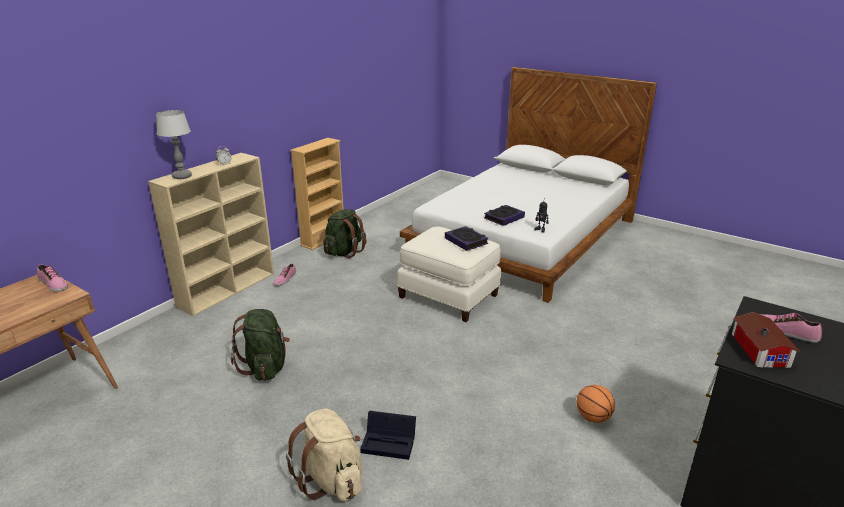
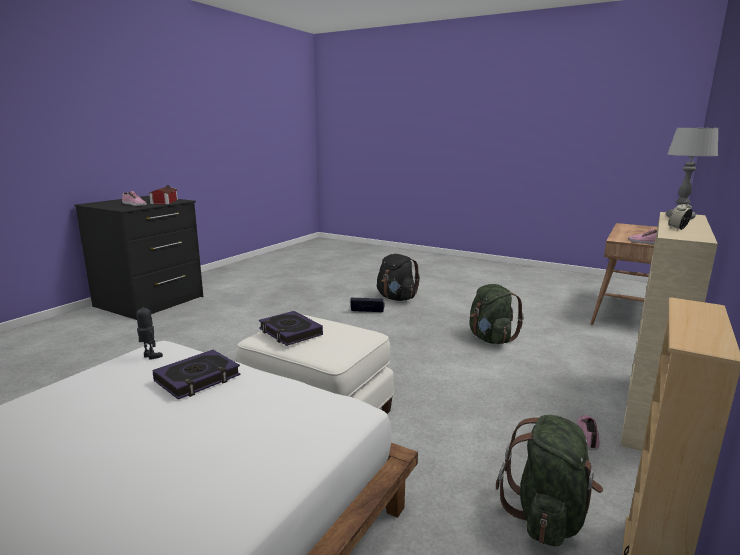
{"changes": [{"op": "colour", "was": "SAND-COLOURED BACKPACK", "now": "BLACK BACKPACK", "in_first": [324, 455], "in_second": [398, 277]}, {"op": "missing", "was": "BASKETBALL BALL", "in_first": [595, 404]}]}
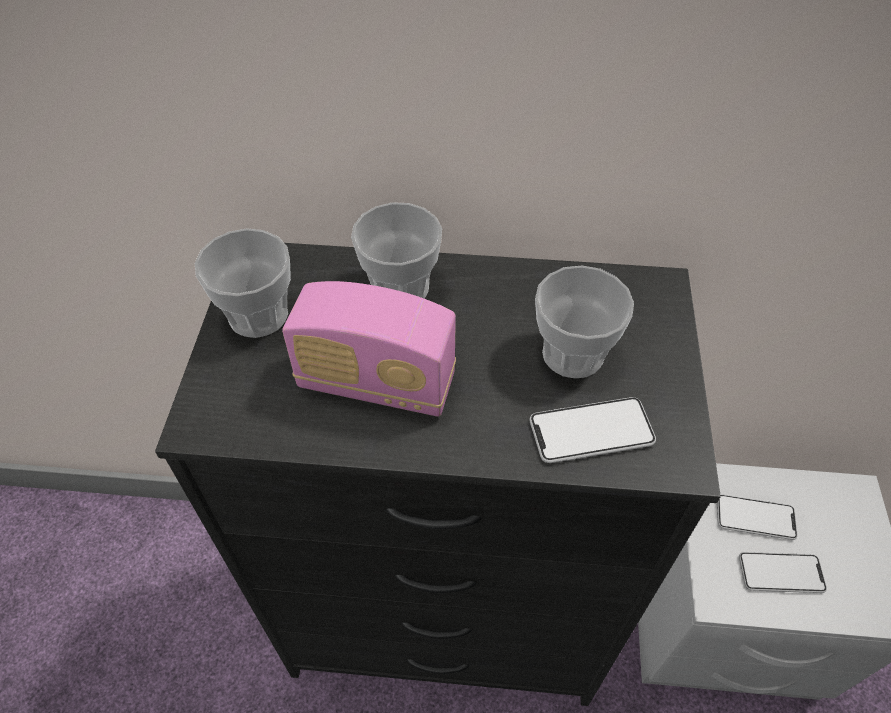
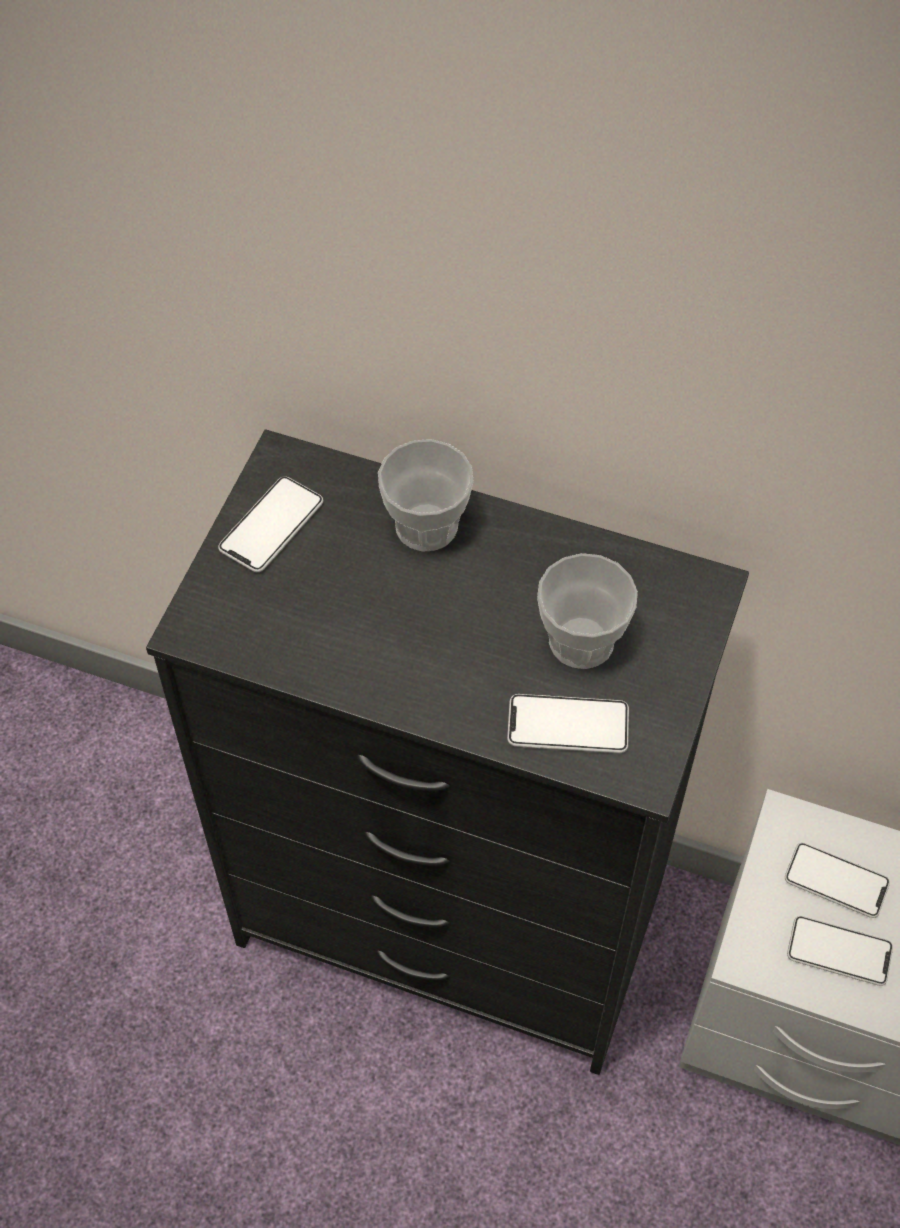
{"changes": [{"op": "exchanged", "was": "SMALL CUP", "now": "TELEPHONE", "in_first": [243, 283], "in_second": [270, 524]}, {"op": "missing", "was": "RADIO", "in_first": [369, 349]}]}
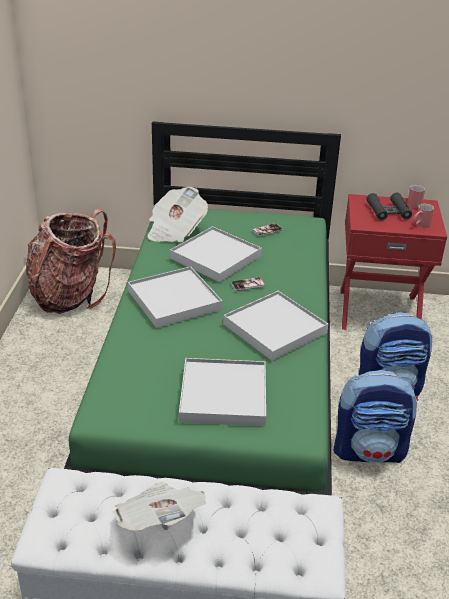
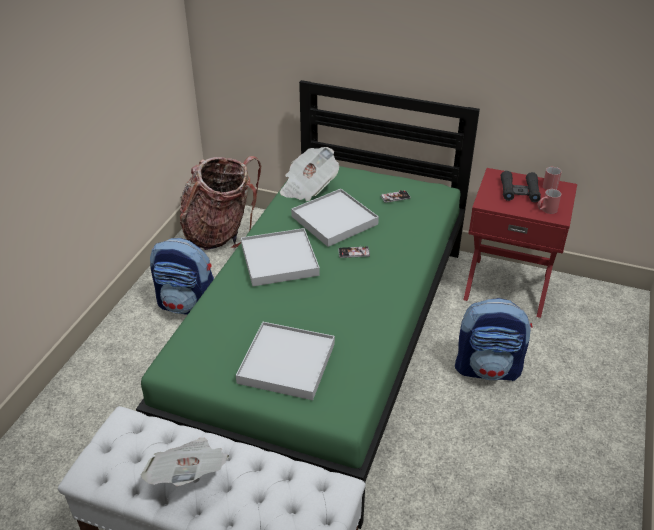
{"changes": [{"op": "relocated", "was": "BACKPACK", "in_first": [375, 416], "in_second": [182, 276]}, {"op": "missing", "was": "WHITE-COLOURED TRAY", "in_first": [275, 326]}]}
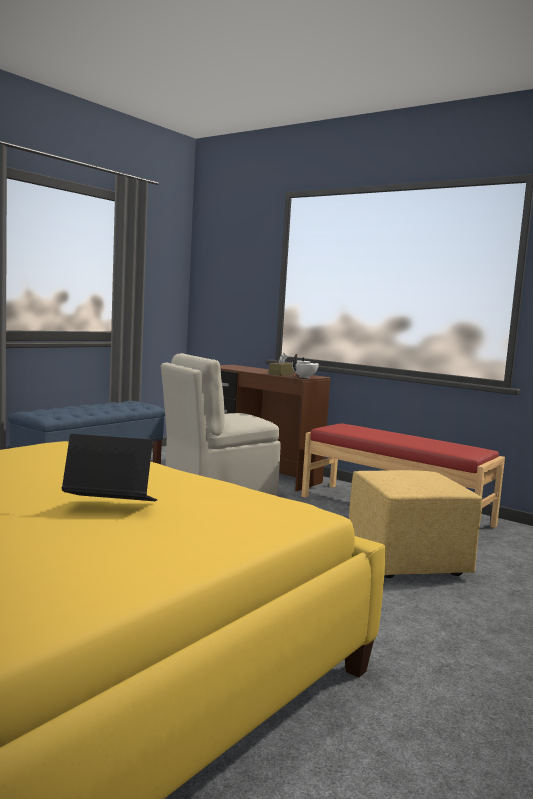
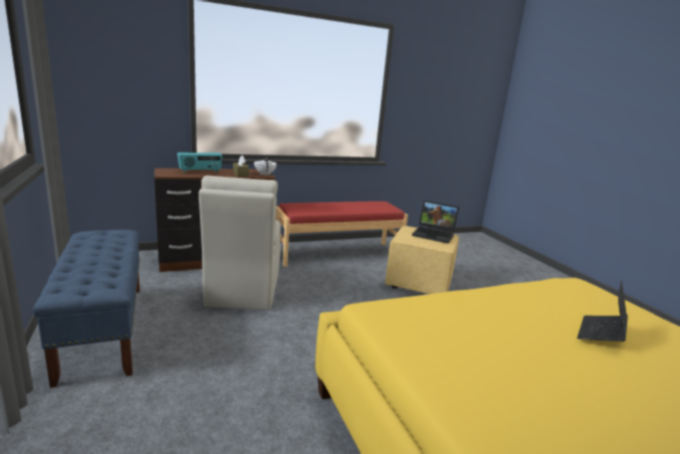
{"changes": [{"op": "appeared", "now": "RADIO", "in_second": [199, 163]}, {"op": "appeared", "now": "NOTEBOOK COMPUTER", "in_second": [435, 222]}]}
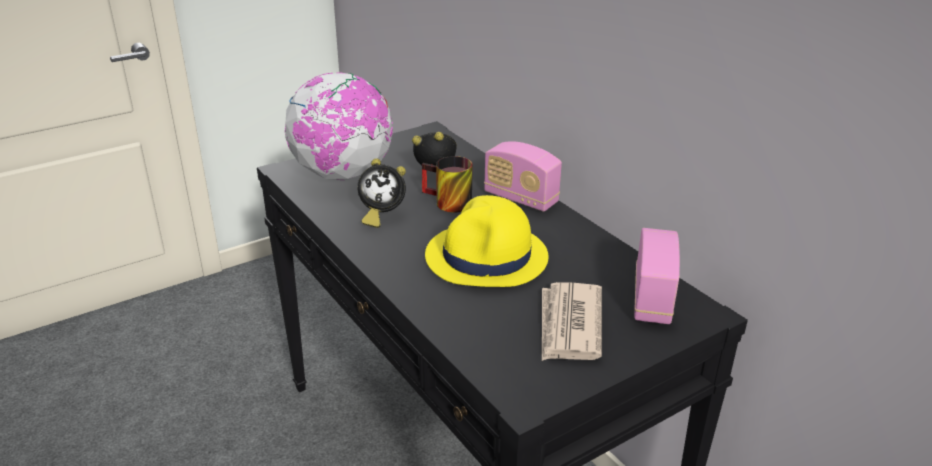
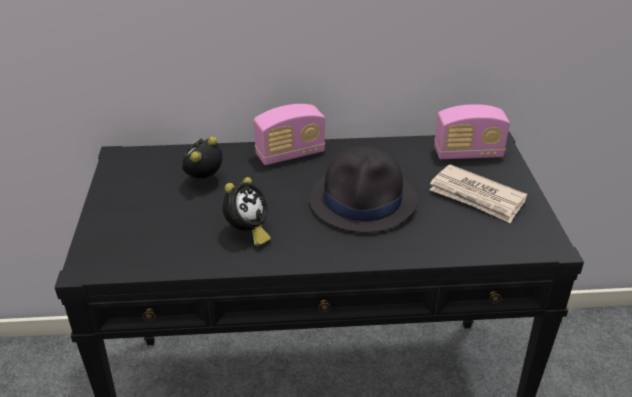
{"changes": [{"op": "colour", "was": "YELLOWISH WEARABLE HAT", "now": "BLACK WEARABLE HAT", "in_first": [487, 241], "in_second": [363, 189]}, {"op": "spun", "was": "RADIO", "in_first": [657, 276], "in_second": [472, 131], "clockwise": 135}, {"op": "missing", "was": "DESK GLOBE", "in_first": [339, 126]}, {"op": "missing", "was": "MUG", "in_first": [447, 184]}]}
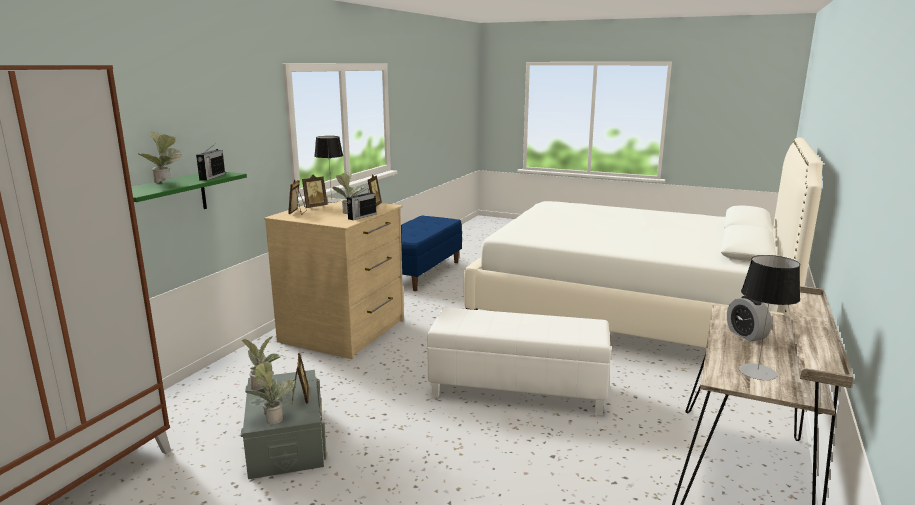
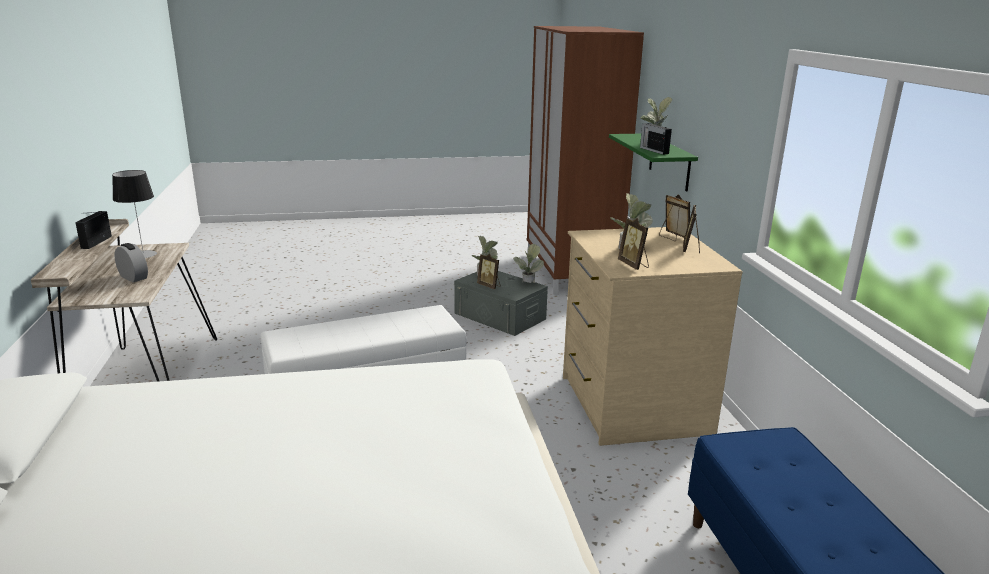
{"changes": [{"op": "relocated", "was": "RADIO", "in_first": [361, 203], "in_second": [93, 230]}, {"op": "missing", "was": "LAMP FOR A TABLE", "in_first": [328, 169]}]}
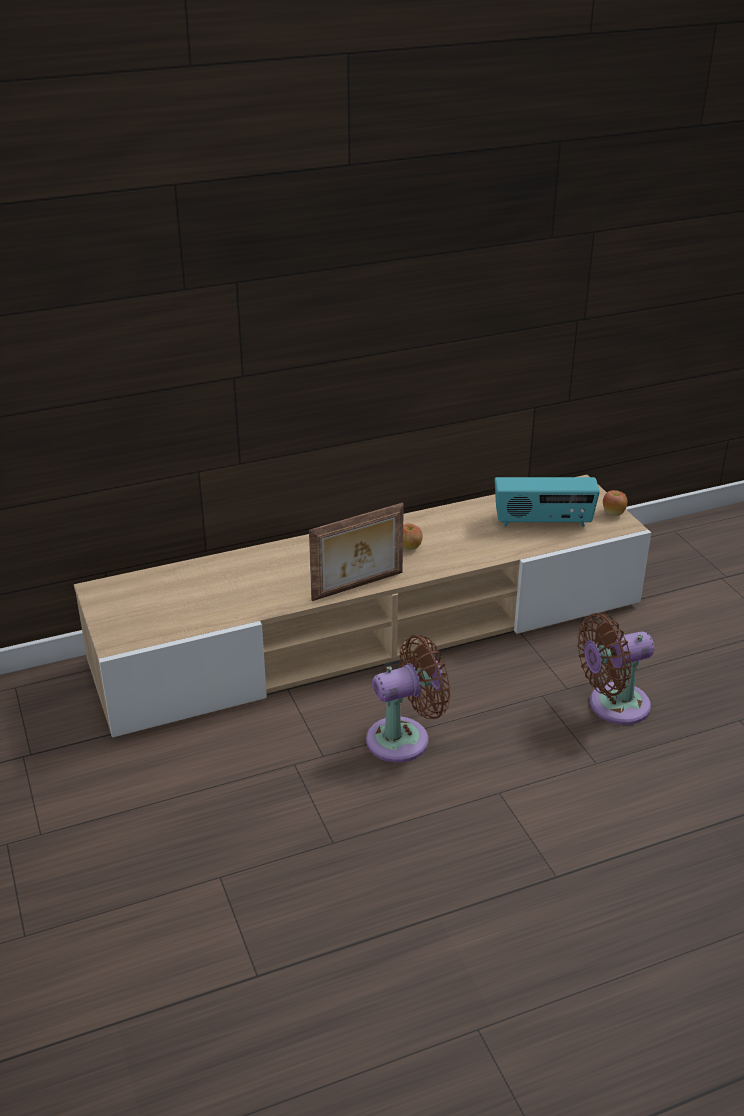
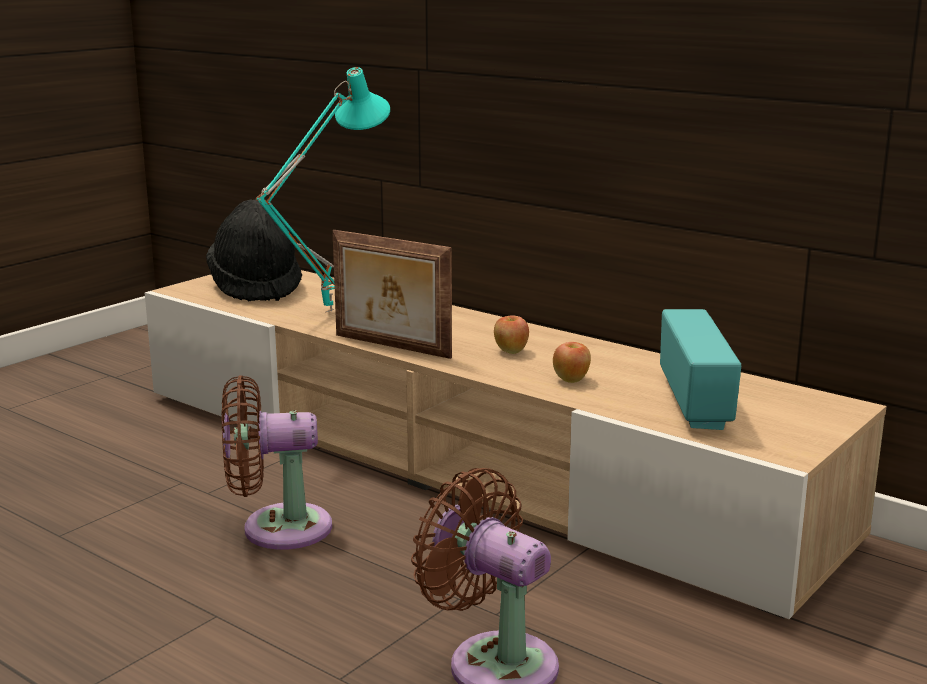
{"changes": [{"op": "appeared", "now": "BLACK WEARABLE HAT", "in_second": [254, 250]}, {"op": "spun", "was": "BROWN-COLOURED ELECTRIC FAN", "in_first": [408, 698], "in_second": [277, 462], "clockwise": 135}, {"op": "appeared", "now": "BLUE-GREEN LAMP FOR A TABLE", "in_second": [323, 190]}, {"op": "relocated", "was": "APPLE", "in_first": [615, 503], "in_second": [572, 362]}, {"op": "spun", "was": "RADIO", "in_first": [547, 501], "in_second": [700, 369], "clockwise": -150}]}
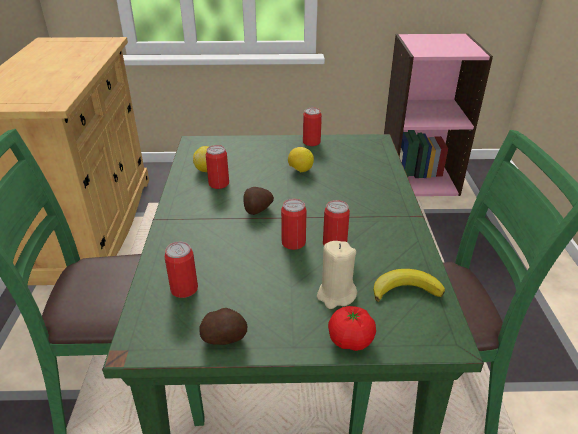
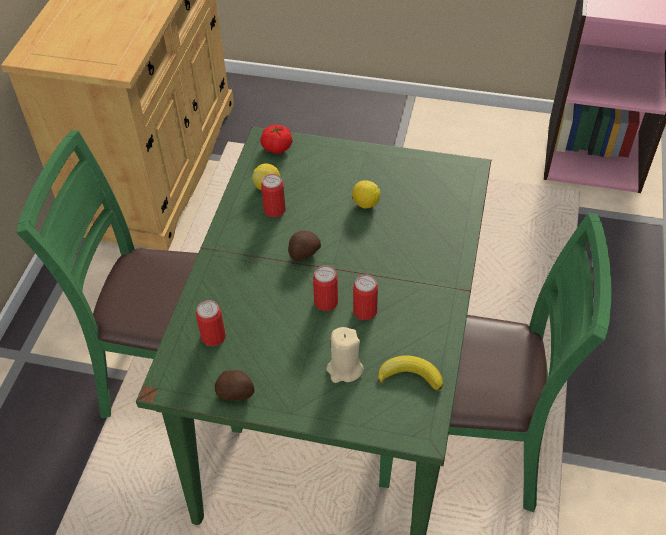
{"changes": [{"op": "relocated", "was": "FRESH TOMATO", "in_first": [352, 328], "in_second": [276, 139]}, {"op": "missing", "was": "CAN", "in_first": [312, 127]}]}
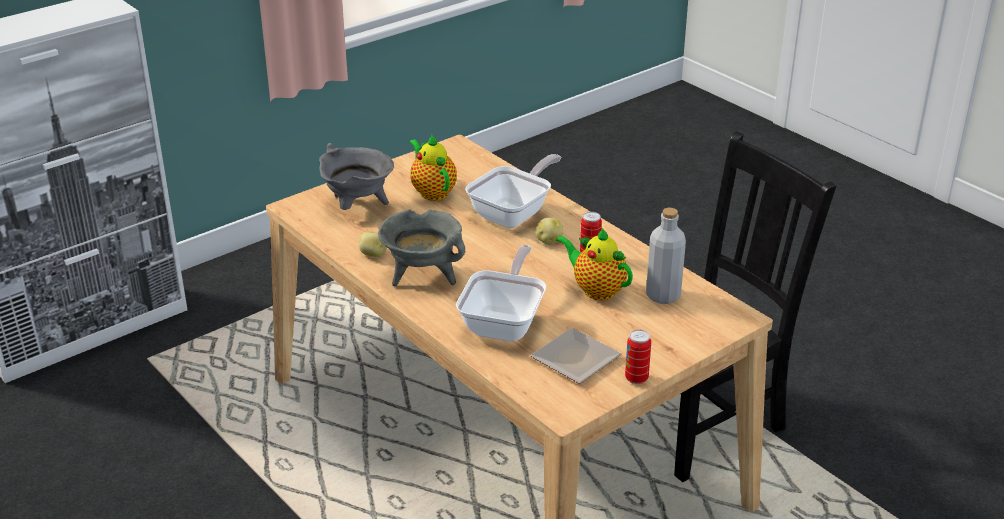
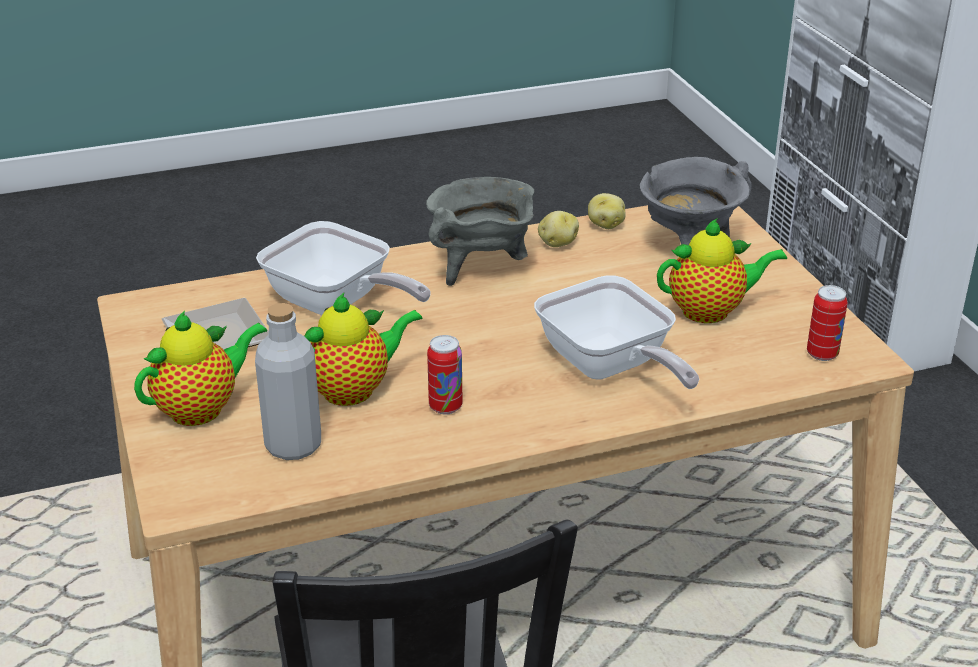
{"changes": [{"op": "appeared", "now": "TEA POT", "in_second": [200, 368]}, {"op": "relocated", "was": "SPUD", "in_first": [549, 231], "in_second": [607, 211]}, {"op": "relocated", "was": "CAN", "in_first": [638, 357], "in_second": [827, 323]}]}
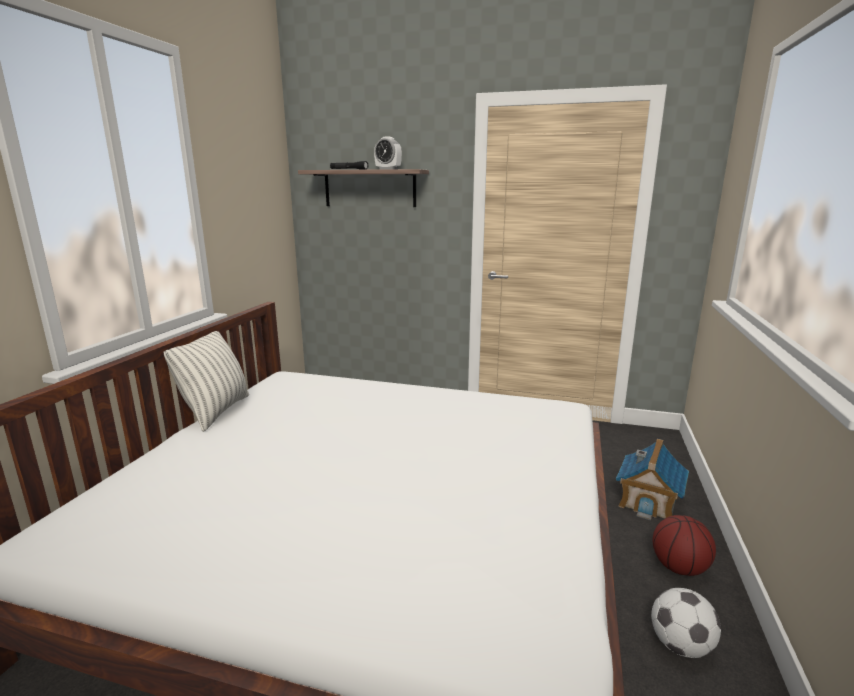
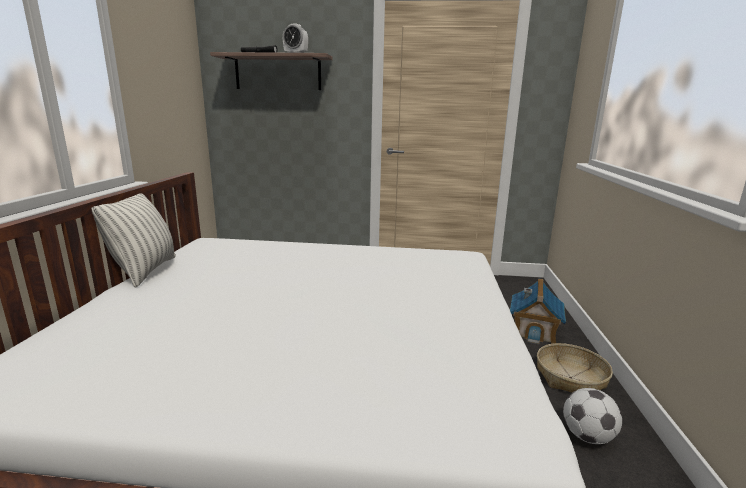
{"changes": [{"op": "exchanged", "was": "BASKETBALL BALL", "now": "BASKET", "in_first": [684, 545], "in_second": [575, 368]}]}
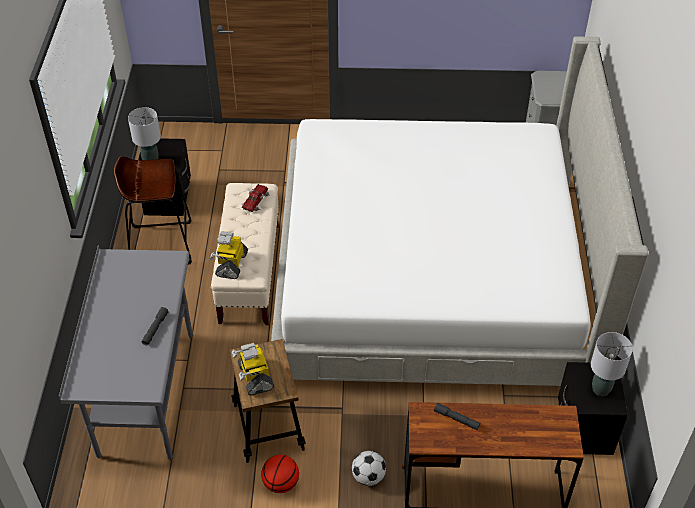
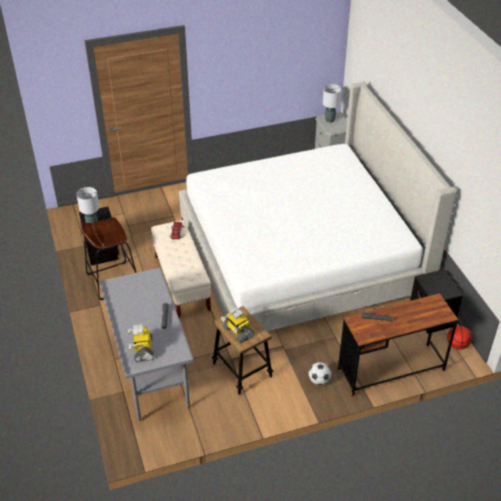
{"changes": [{"op": "relocated", "was": "MODEL ROBOT", "in_first": [229, 255], "in_second": [141, 343]}, {"op": "relocated", "was": "GREY LAMP FOR A TABLE", "in_first": [612, 364], "in_second": [332, 103]}, {"op": "relocated", "was": "BASKETBALL BALL", "in_first": [280, 474], "in_second": [459, 338]}]}
